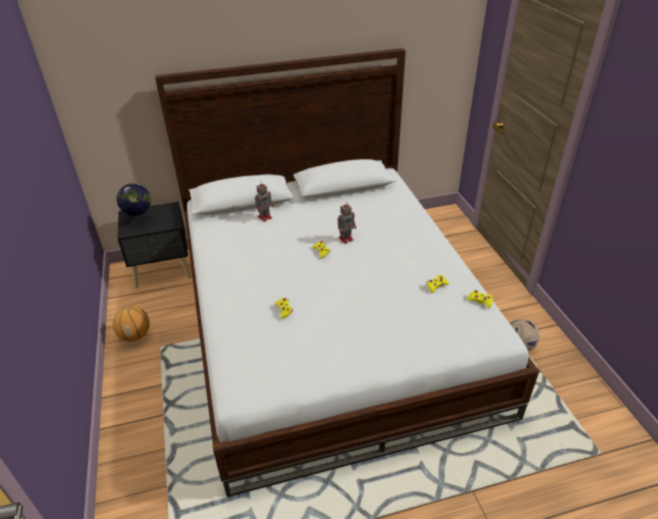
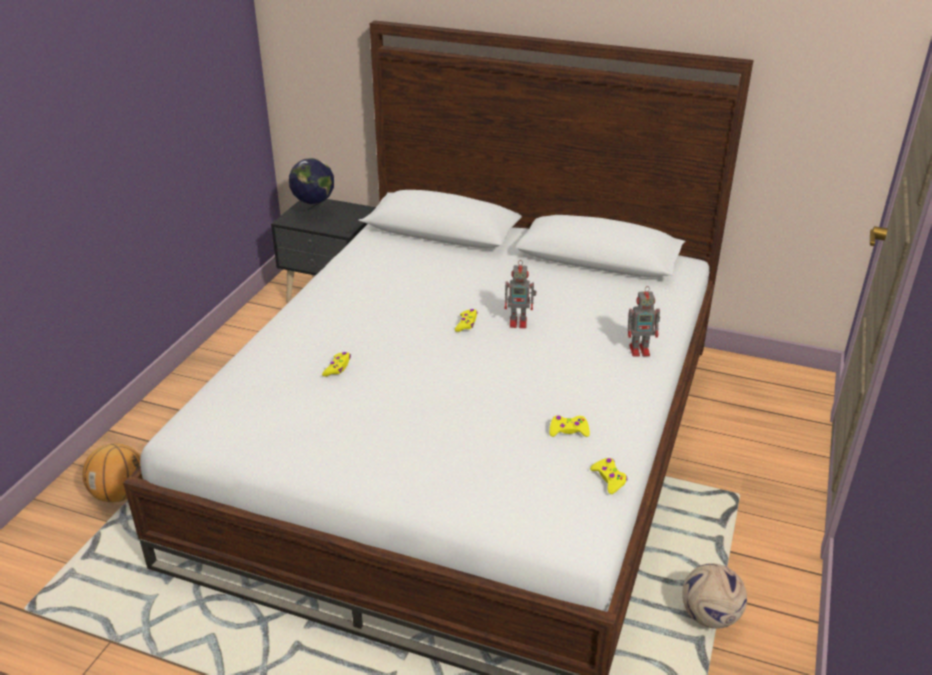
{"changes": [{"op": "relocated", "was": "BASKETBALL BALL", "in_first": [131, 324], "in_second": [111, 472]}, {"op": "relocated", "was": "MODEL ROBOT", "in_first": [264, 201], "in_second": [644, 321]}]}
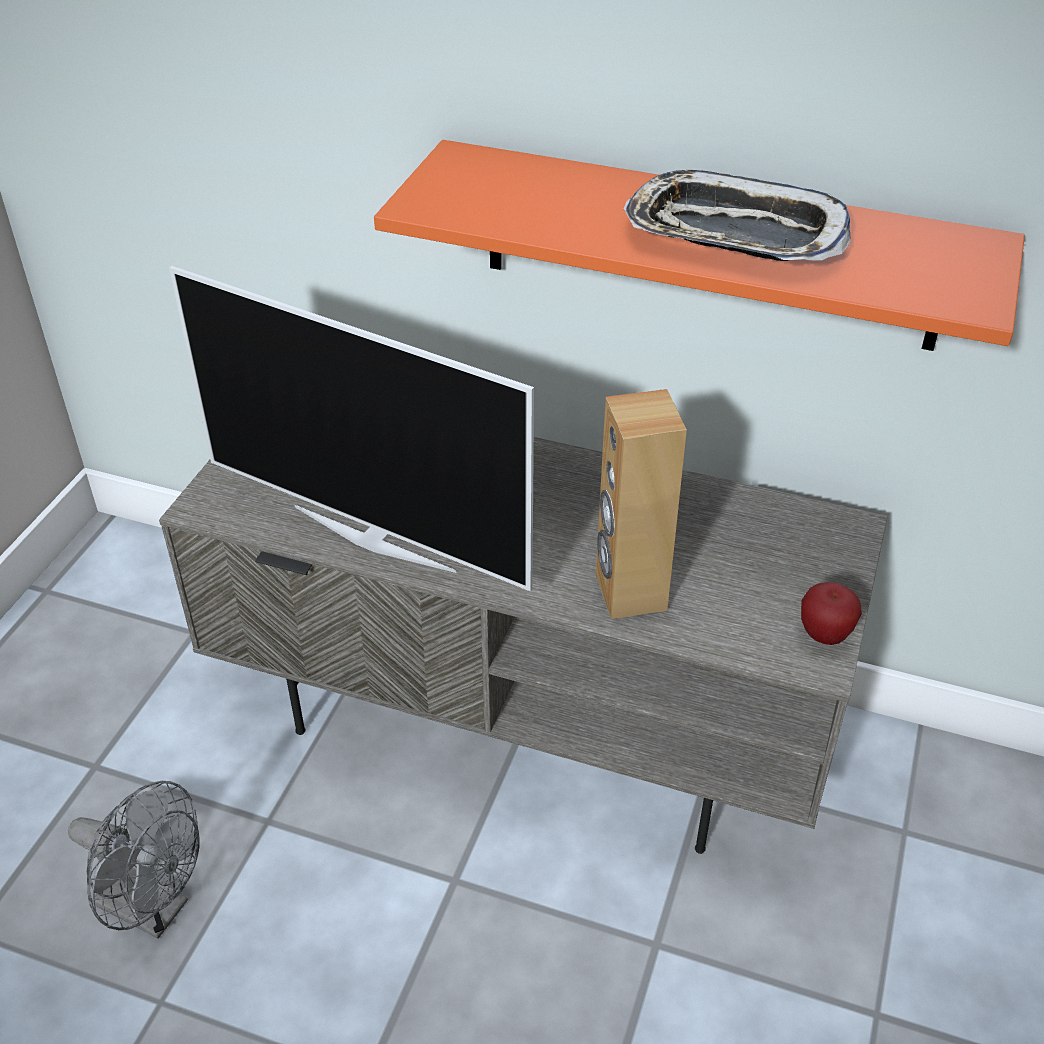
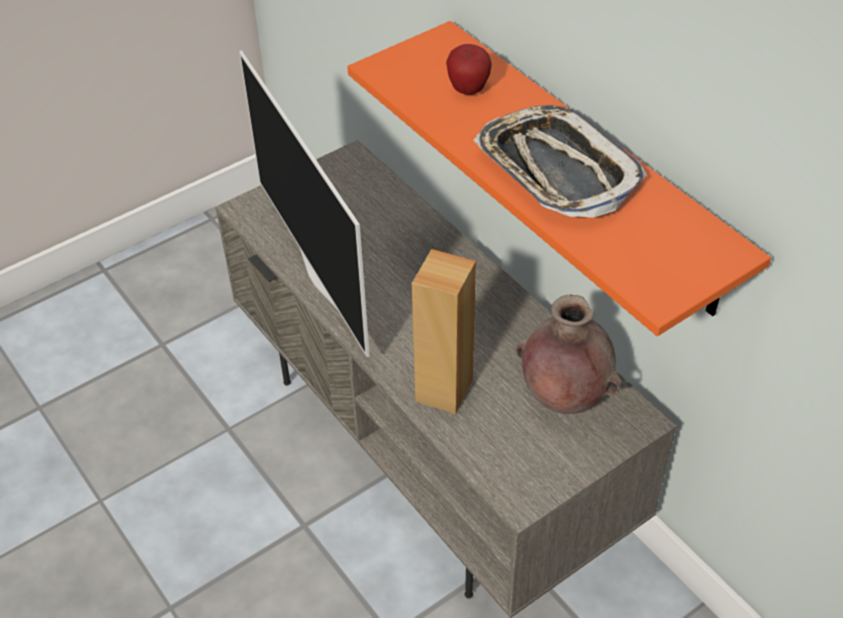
{"changes": [{"op": "relocated", "was": "APPLE", "in_first": [831, 613], "in_second": [469, 69]}, {"op": "appeared", "now": "BROWN-COLOURED DECORATIVE VASE", "in_second": [569, 354]}, {"op": "missing", "was": "GREY ELECTRIC FAN", "in_first": [133, 860]}]}
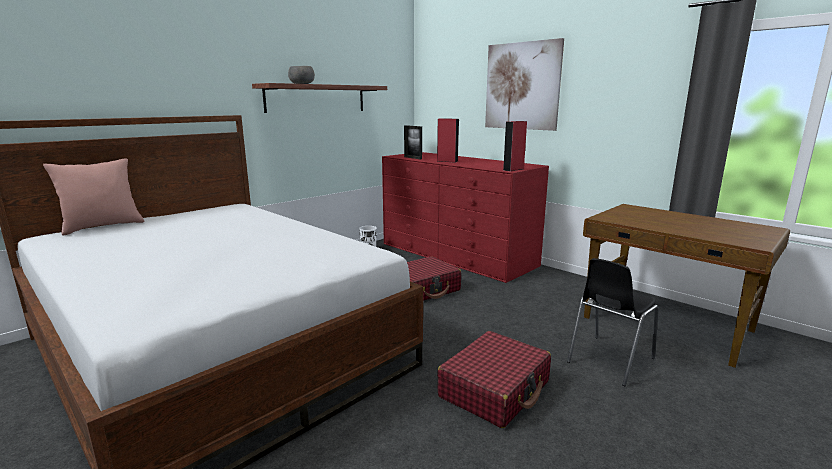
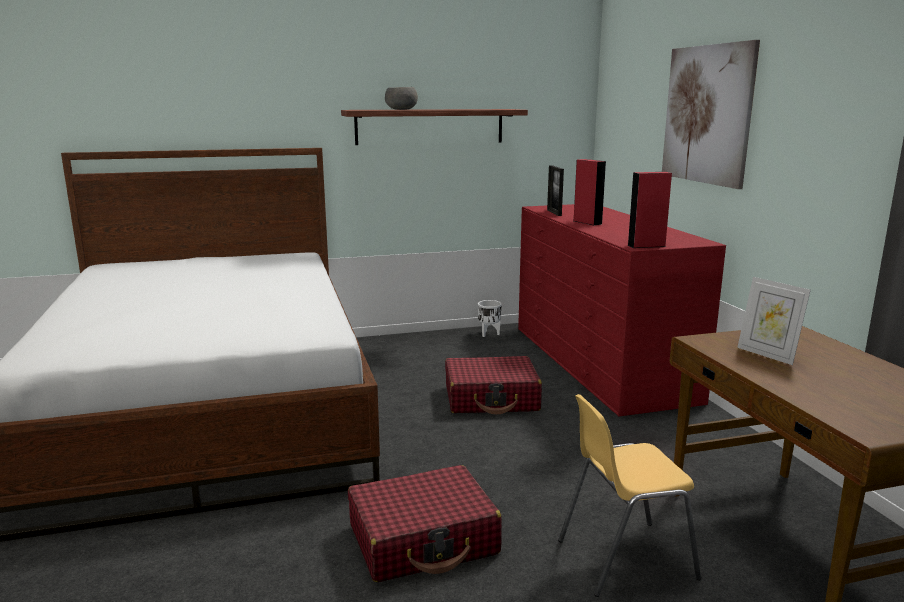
{"changes": [{"op": "colour", "was": "BLACK PLAIN CHAIR", "now": "YELLOWISH PLAIN CHAIR", "in_first": [613, 322], "in_second": [629, 495]}, {"op": "appeared", "now": "PICTURE FRAME", "in_second": [774, 321]}, {"op": "missing", "was": "PINK PILLOW", "in_first": [94, 197]}]}
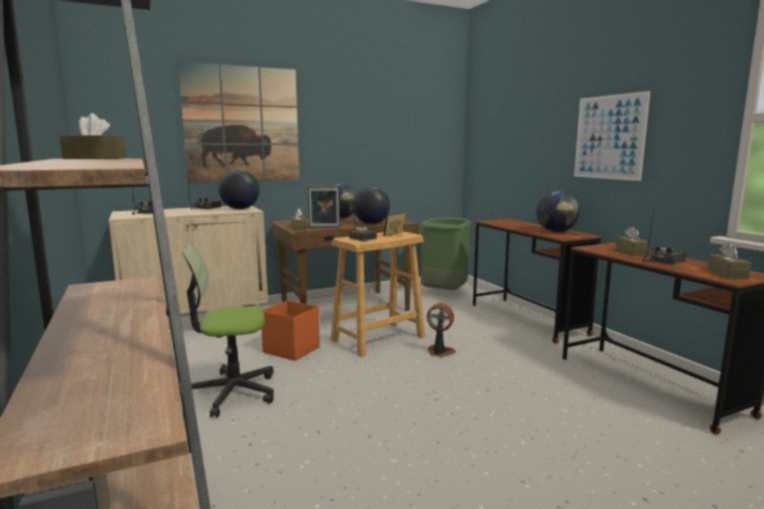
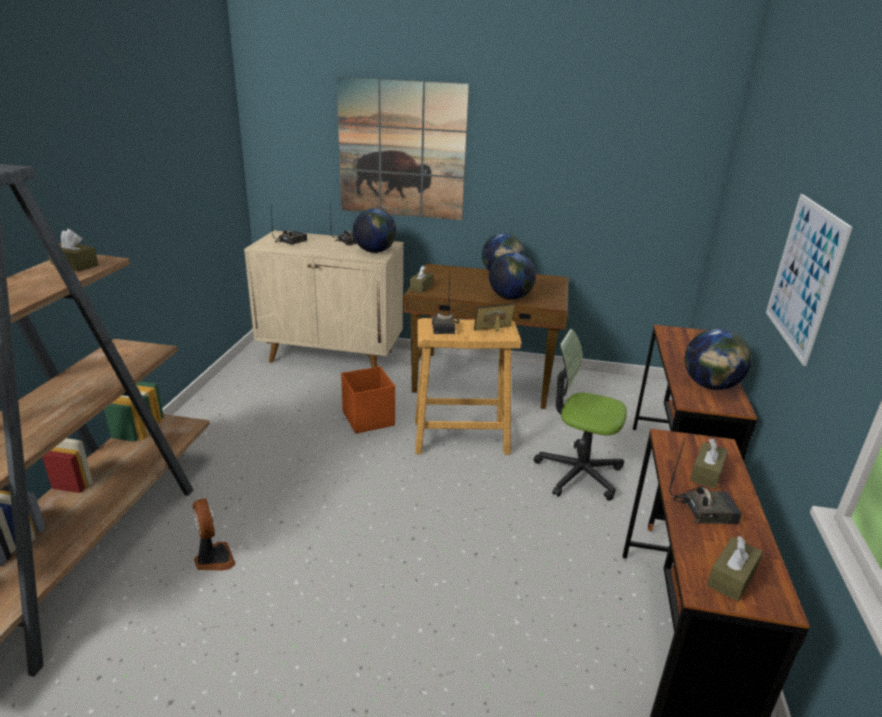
{"changes": [{"op": "relocated", "was": "ELECTRIC FAN", "in_first": [441, 330], "in_second": [214, 534]}, {"op": "relocated", "was": "COMPUTER CHAIR", "in_first": [228, 330], "in_second": [580, 415]}, {"op": "missing", "was": "PICTURE FRAME", "in_first": [324, 207]}, {"op": "missing", "was": "GREEN-COLOURED TRASH CAN", "in_first": [445, 253]}]}
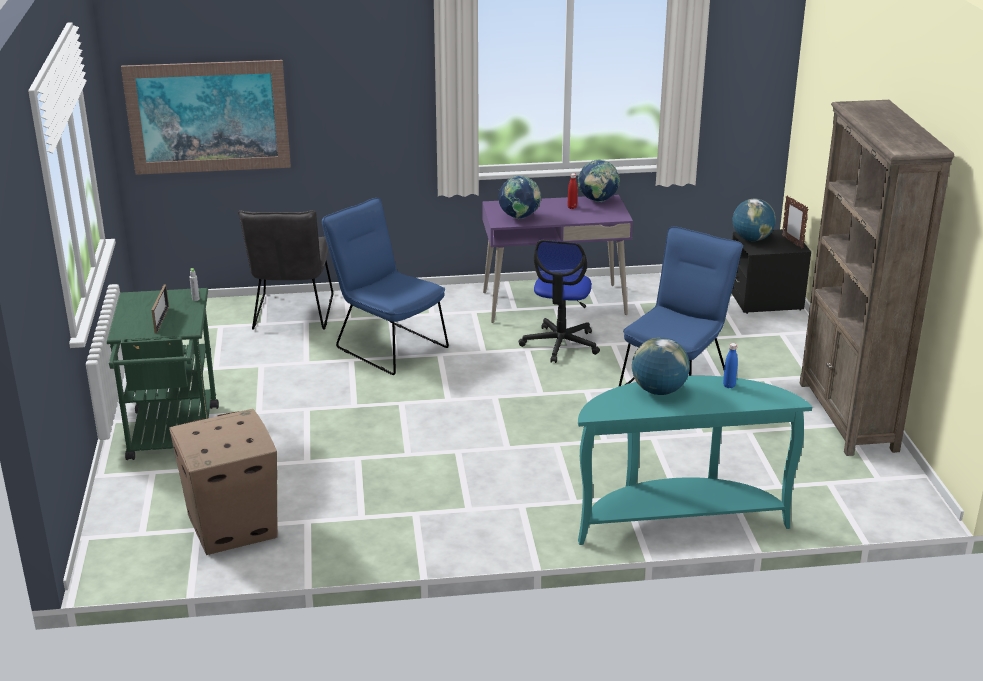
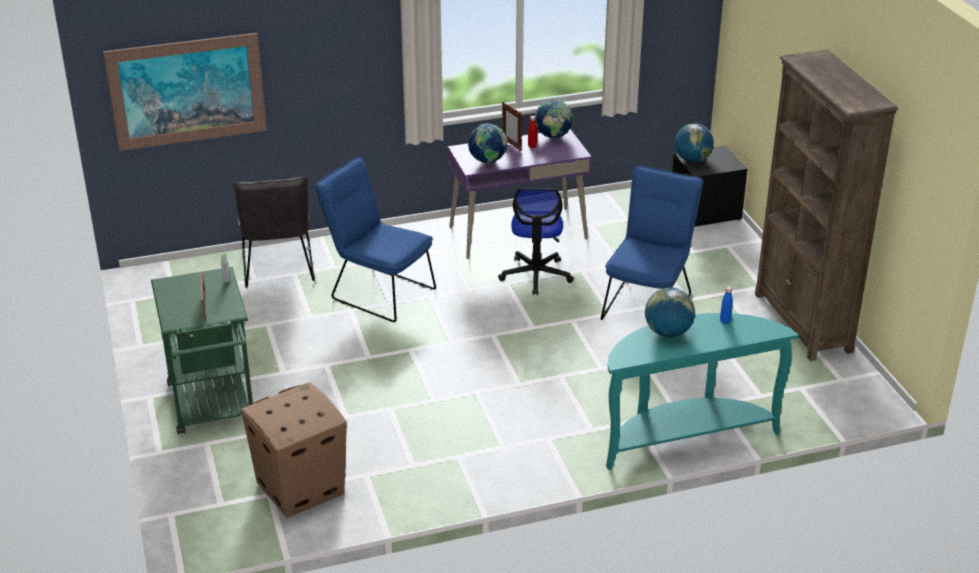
{"changes": [{"op": "relocated", "was": "PICTURE FRAME", "in_first": [795, 222], "in_second": [512, 126]}]}
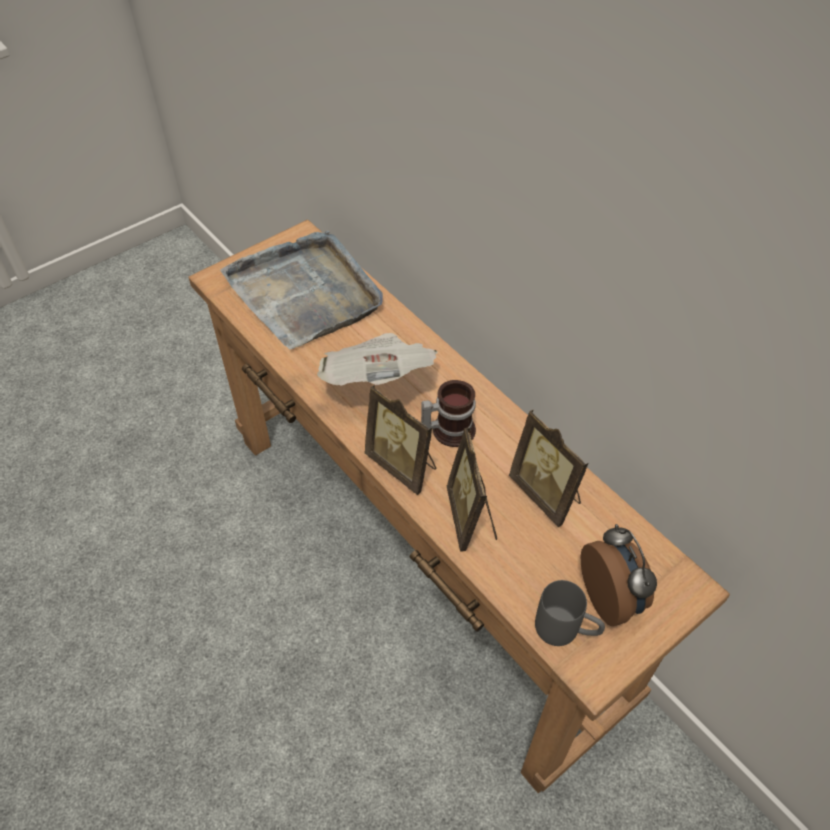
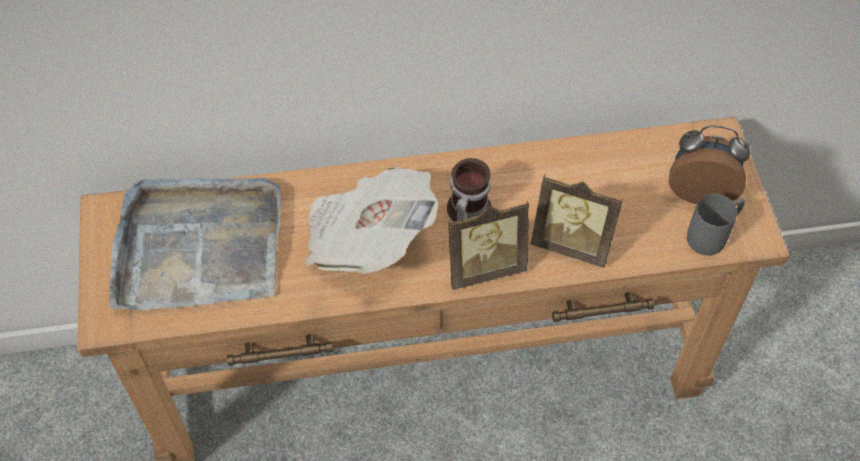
{"changes": [{"op": "missing", "was": "PICTURE FRAME", "in_first": [549, 468]}]}
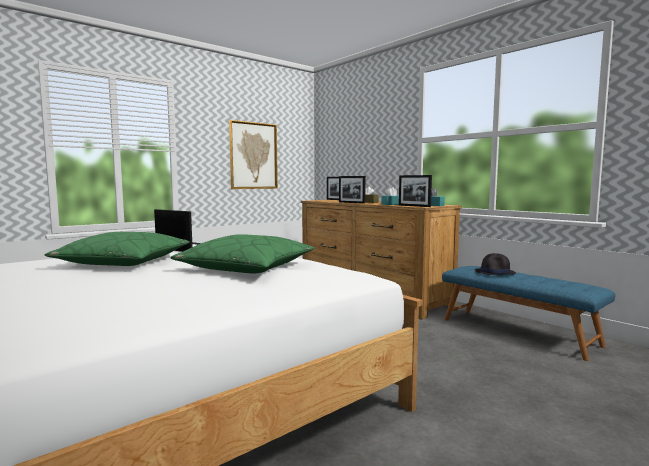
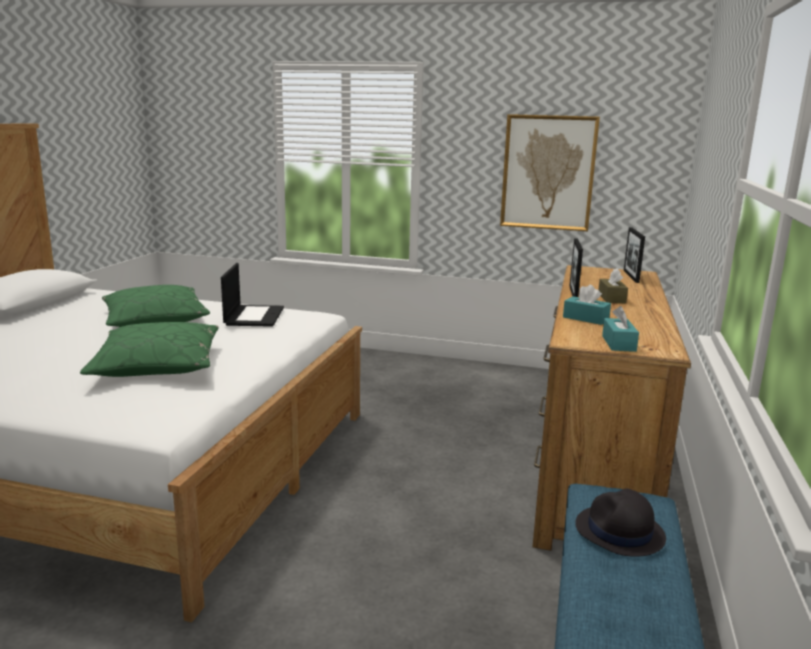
{"changes": [{"op": "missing", "was": "PICTURE FRAME", "in_first": [415, 191]}]}
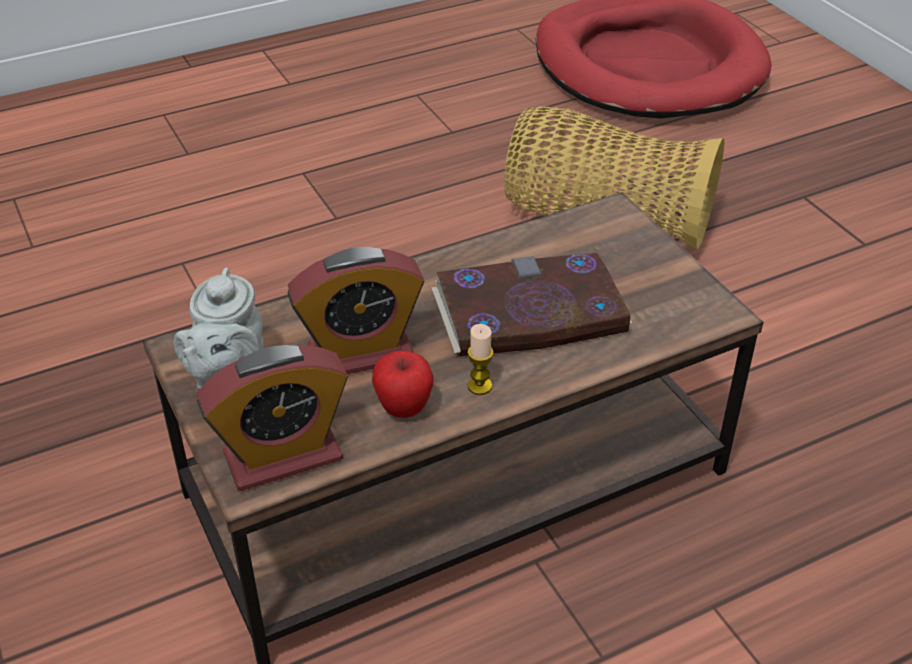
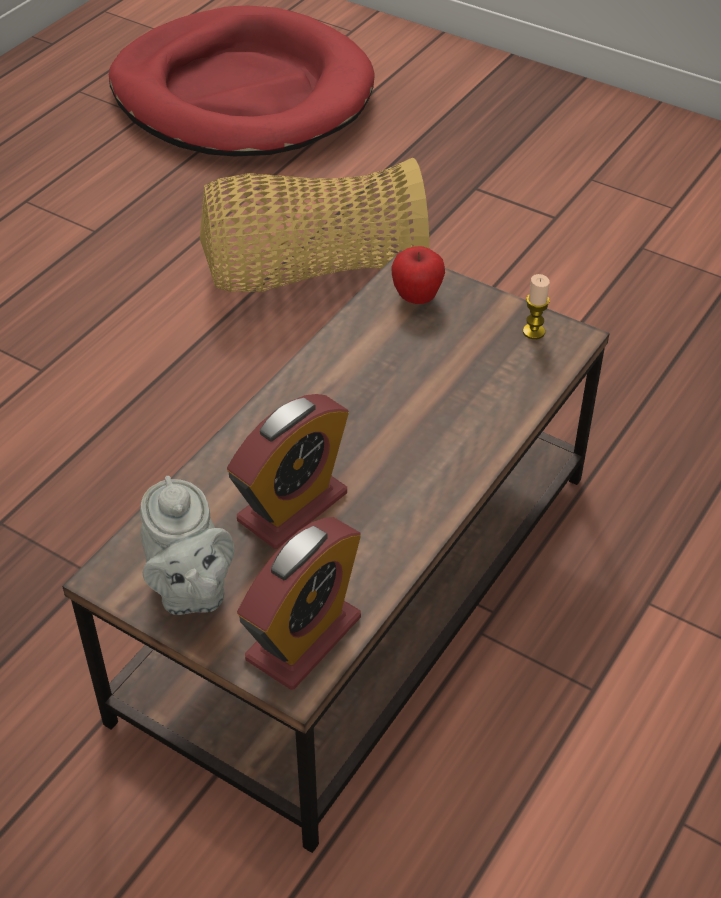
{"changes": [{"op": "relocated", "was": "APPLE", "in_first": [403, 384], "in_second": [418, 275]}, {"op": "relocated", "was": "WAX CANDLE", "in_first": [480, 359], "in_second": [536, 306]}, {"op": "missing", "was": "BOOK", "in_first": [532, 304]}]}
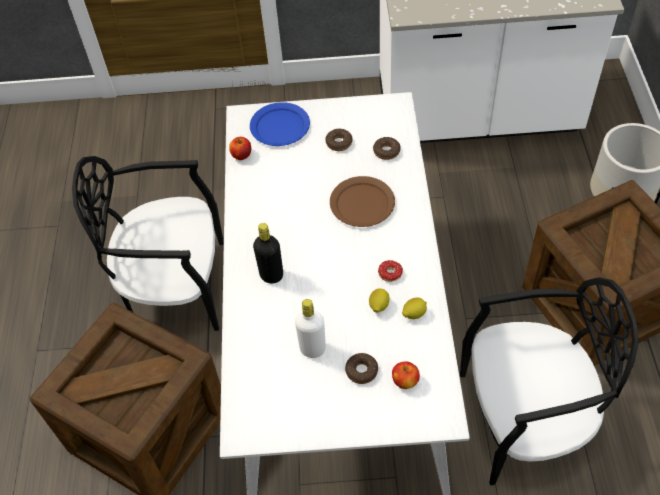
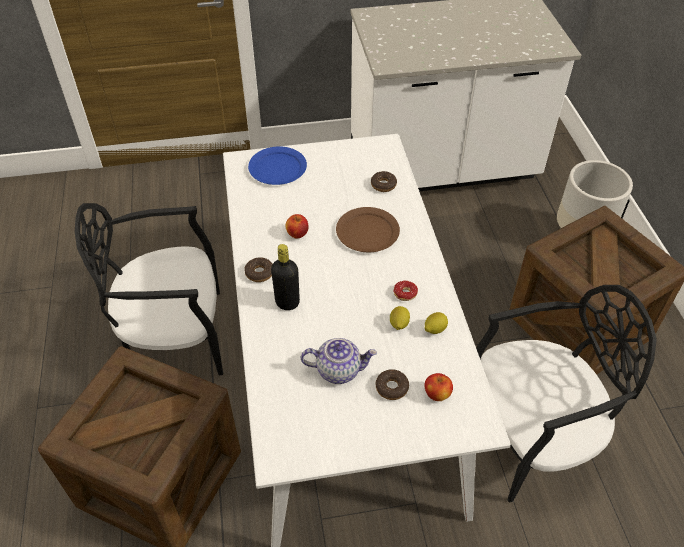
{"changes": [{"op": "relocated", "was": "RING DOUGHNUT", "in_first": [339, 140], "in_second": [258, 270]}, {"op": "relocated", "was": "APPLE", "in_first": [240, 148], "in_second": [296, 226]}, {"op": "exchanged", "was": "WHITE-COLOURED BOTTLE", "now": "TEA POT", "in_first": [310, 328], "in_second": [339, 361]}]}
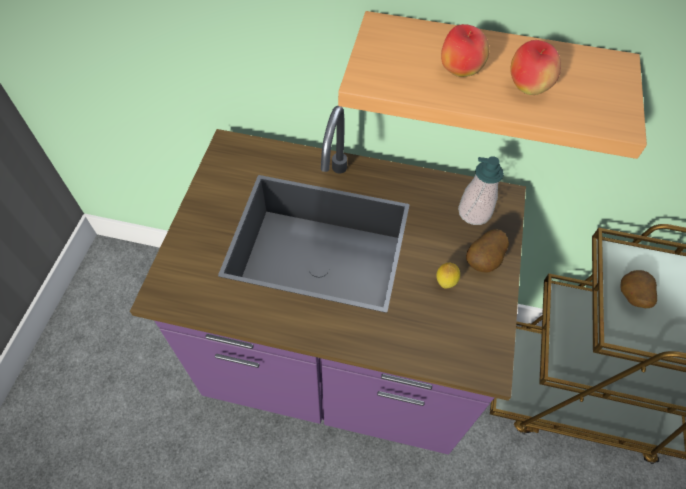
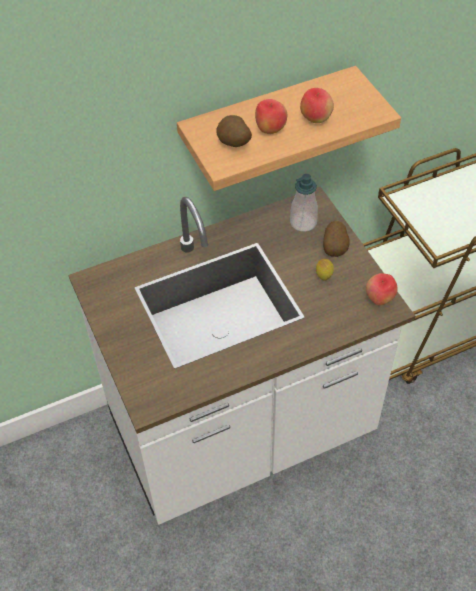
{"changes": [{"op": "colour", "was": "PURPLISH KITCHEN COUNTER", "now": "WHITE-COLOURED KITCHEN COUNTER", "in_first": [328, 280], "in_second": [242, 355]}, {"op": "relocated", "was": "SPUD", "in_first": [639, 289], "in_second": [234, 131]}, {"op": "appeared", "now": "APPLE", "in_second": [381, 289]}]}
